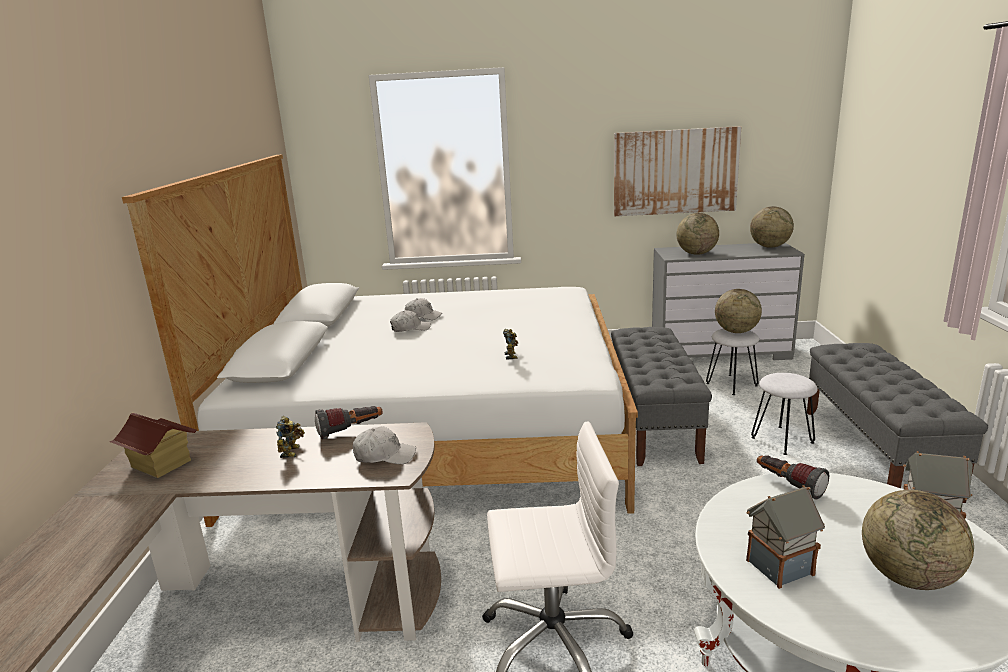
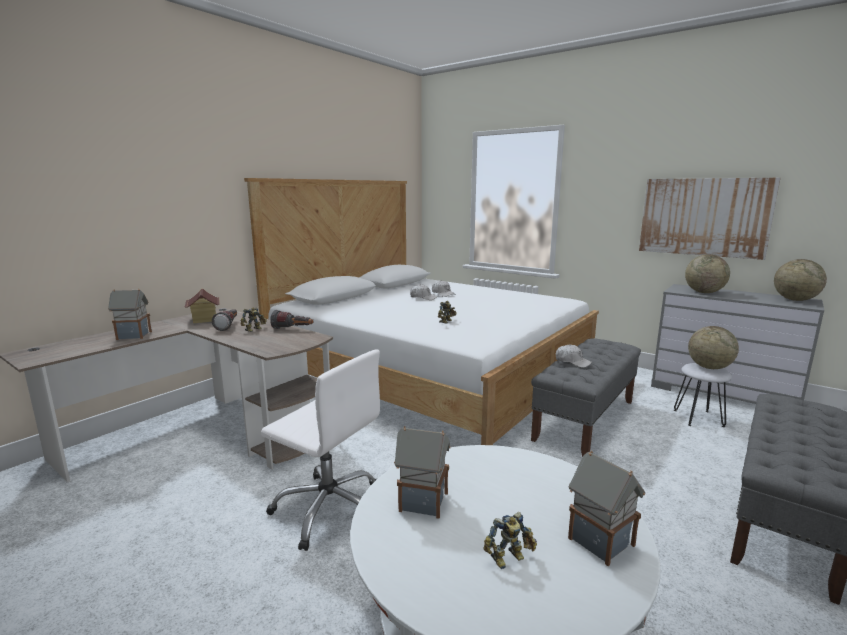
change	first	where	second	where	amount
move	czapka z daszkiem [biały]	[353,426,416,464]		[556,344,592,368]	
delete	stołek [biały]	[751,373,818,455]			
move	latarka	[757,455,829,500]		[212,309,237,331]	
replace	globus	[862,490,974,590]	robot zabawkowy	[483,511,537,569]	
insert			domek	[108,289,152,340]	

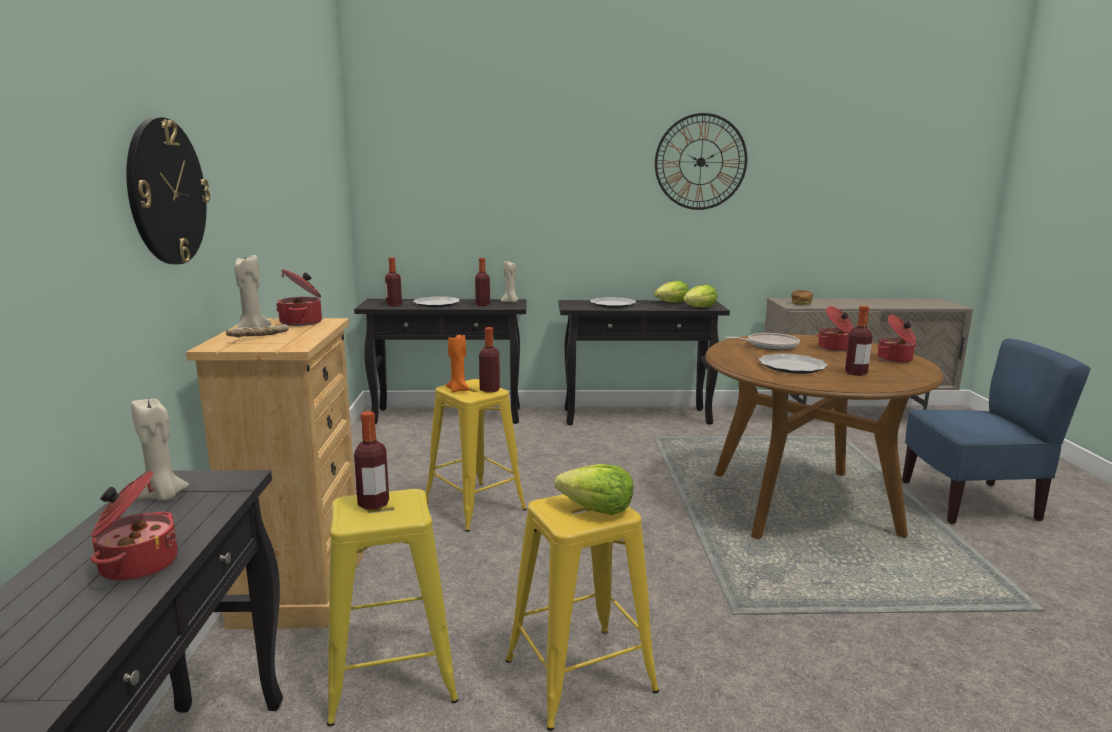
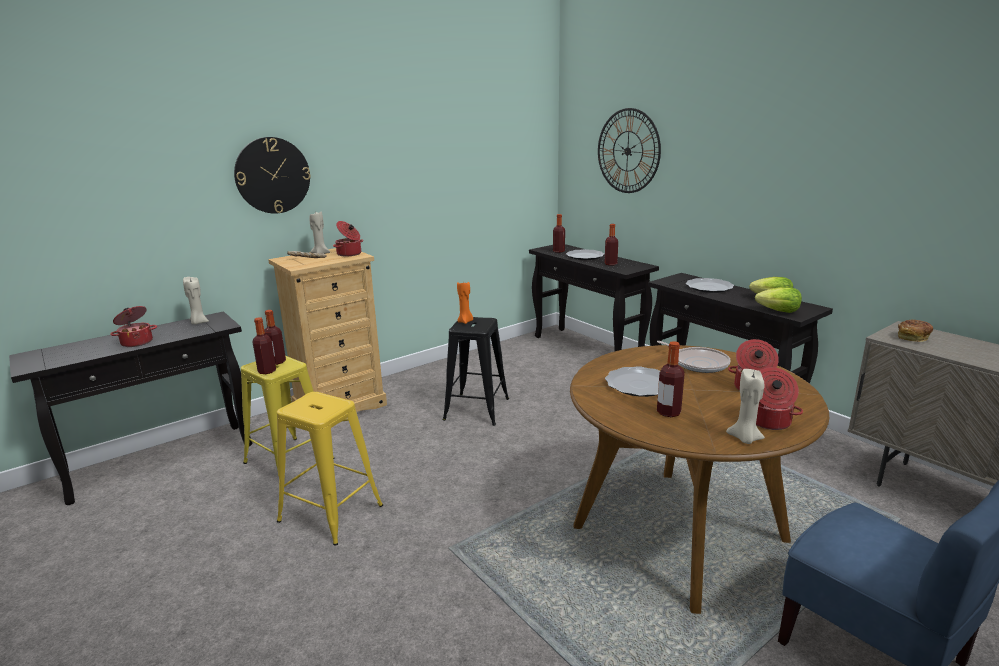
change	first	where	second	where	amount
recolor	stołek [żółty]	[426,379,527,532]	stołek [czarny]	[443,317,509,426]	
move	butelka	[479,327,500,393]		[252,317,276,374]	
move	świeca [beżowy]	[501,261,519,302]		[726,369,765,444]	
delete	sałata	[555,464,633,515]			
move	zegar ścienny	[655,113,747,210]		[598,108,661,193]	

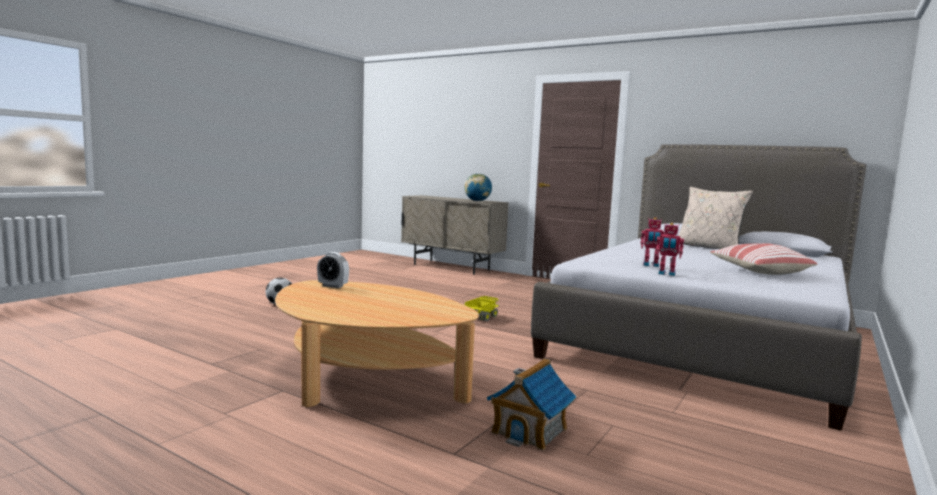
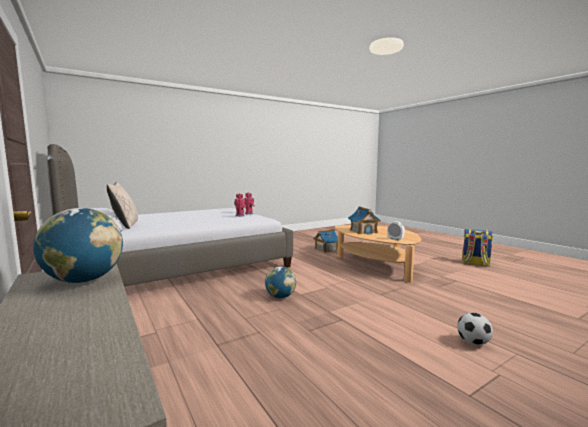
change	first	where	second	where	amount
replace	ciężarówka zabawkowa	[465,296,499,321]	globus	[265,266,296,298]	
delete	poduszka	[710,243,817,275]			
insert			domek	[348,206,381,234]	
insert			plecak	[462,229,493,267]	

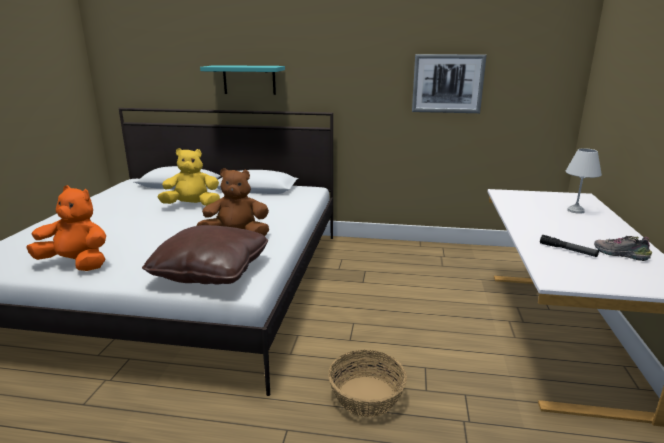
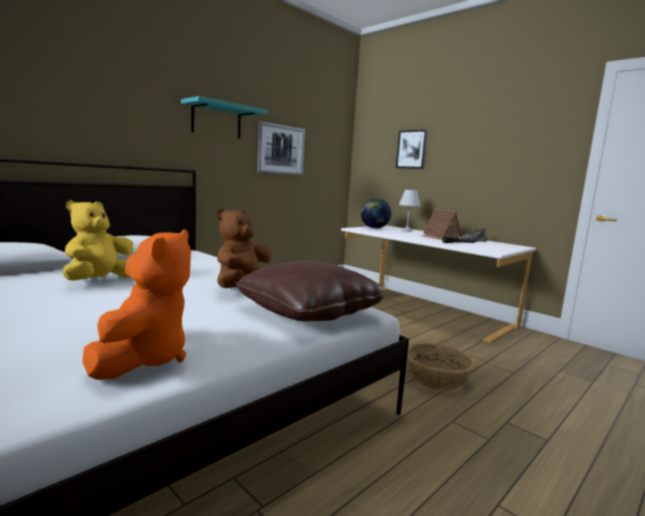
change	first	where	second	where	amount
rotate	pluszak [pomarańczowy]	[26,185,106,271]		[82,229,191,380]	135 degrees clockwise
move	półka [turkusowy]	[200,65,285,95]		[181,96,268,139]	
insert			globus	[361,198,391,229]	
insert			obraz	[396,129,428,169]	
insert			domek	[421,209,461,240]	

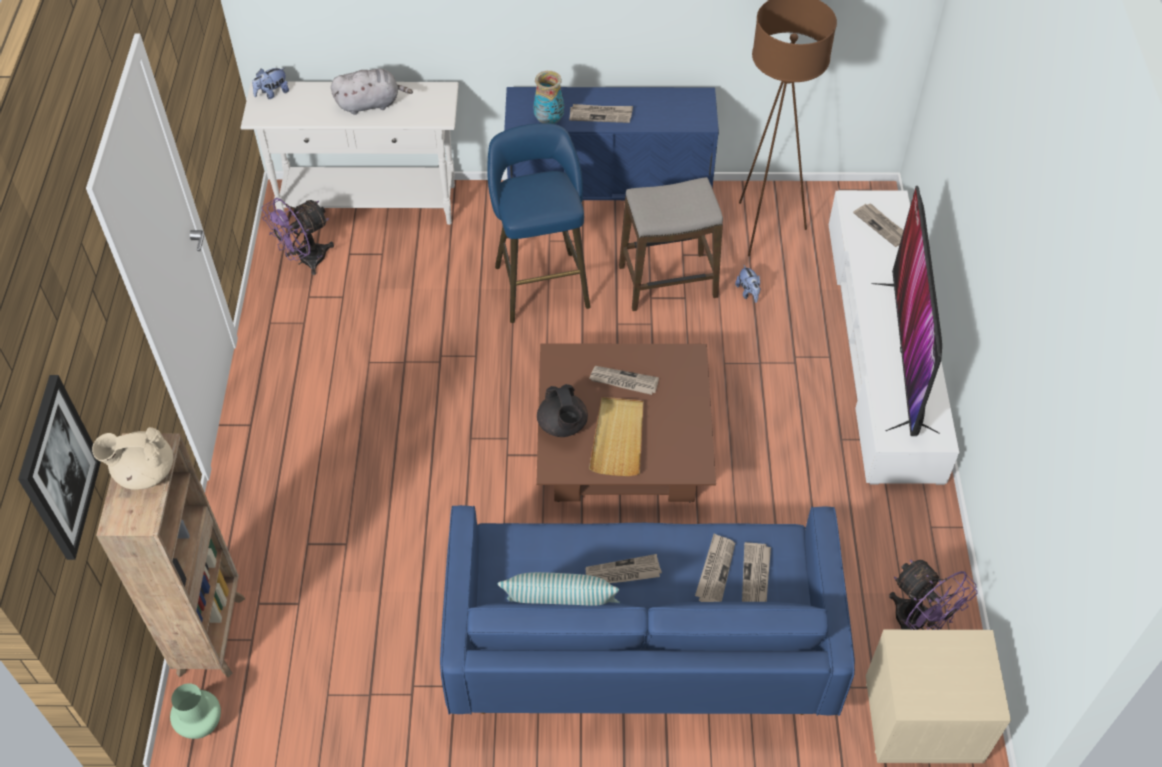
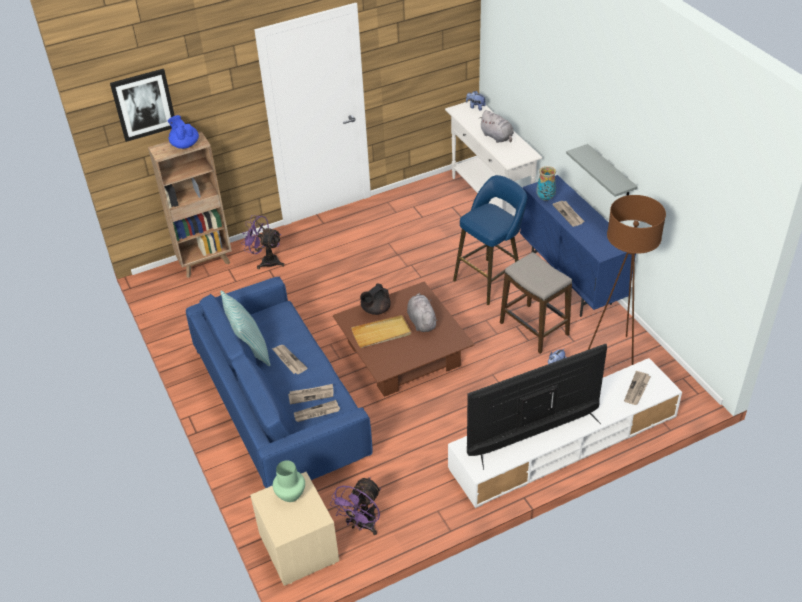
change	first	where	second	where	amount
recolor	imbryk [beżowy]	[92,427,173,490]	imbryk [niebieski]	[168,115,199,149]	
move	wazon [zielony]	[170,683,221,739]		[273,460,305,502]	
move	wentylator [fioletowy]	[261,198,334,275]		[241,215,284,269]	
replace	gazeta	[589,366,659,395]	pluszak [szary]	[407,293,437,332]	
insert			półka [szary]	[566,144,638,197]	

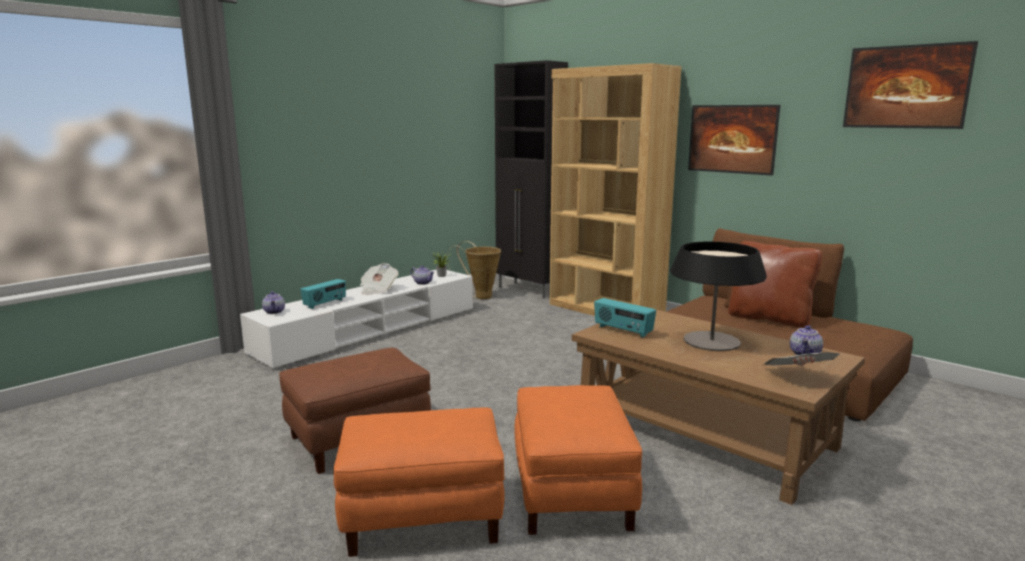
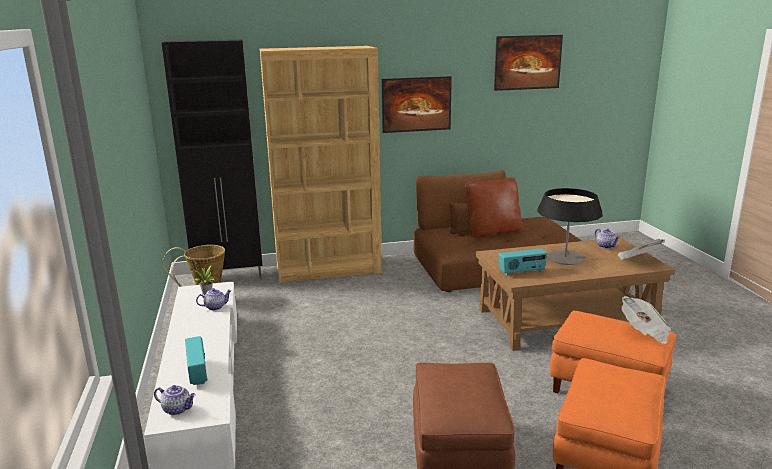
change	first	where	second	where	amount
move	gazeta	[360,263,399,295]		[621,296,671,344]	

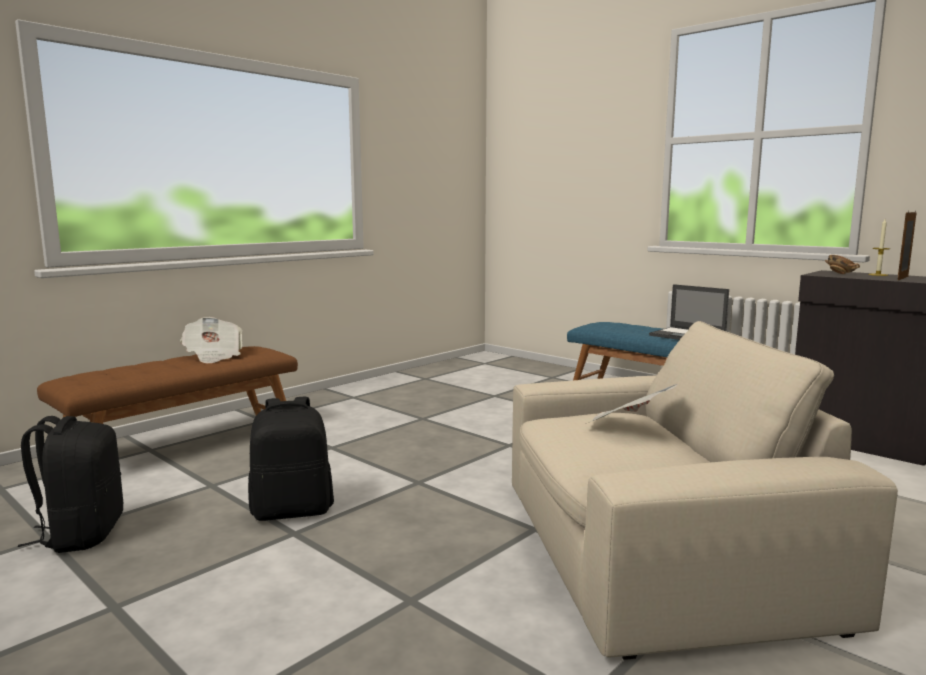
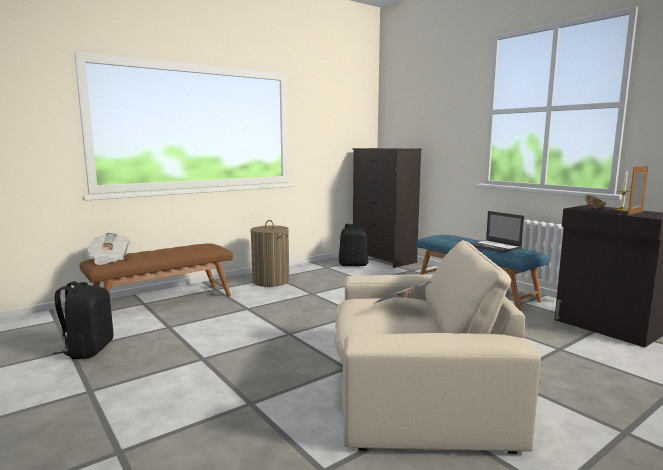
change	first	where	second	where	amount
move	gazeta	[180,317,242,363]		[87,233,130,265]	
move	plecak [czarny]	[248,396,334,521]		[339,224,369,266]	
insert			kosz na pranie	[250,220,289,287]	
insert			komoda [czarny]	[353,148,422,268]	

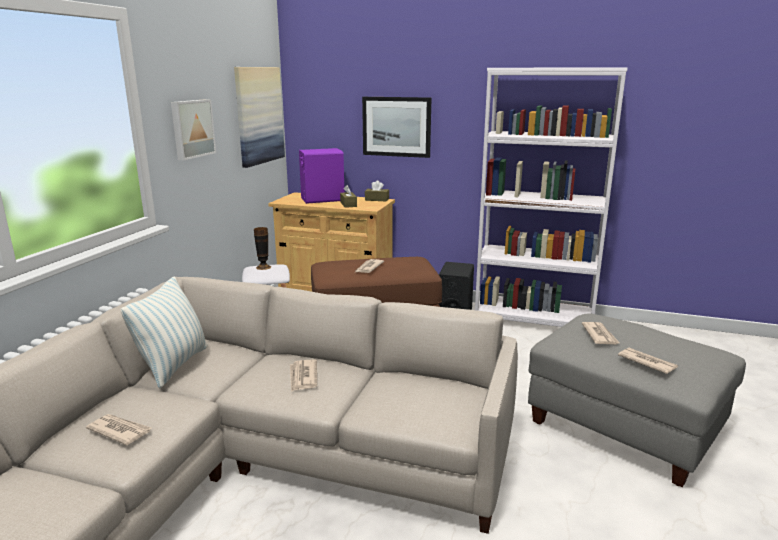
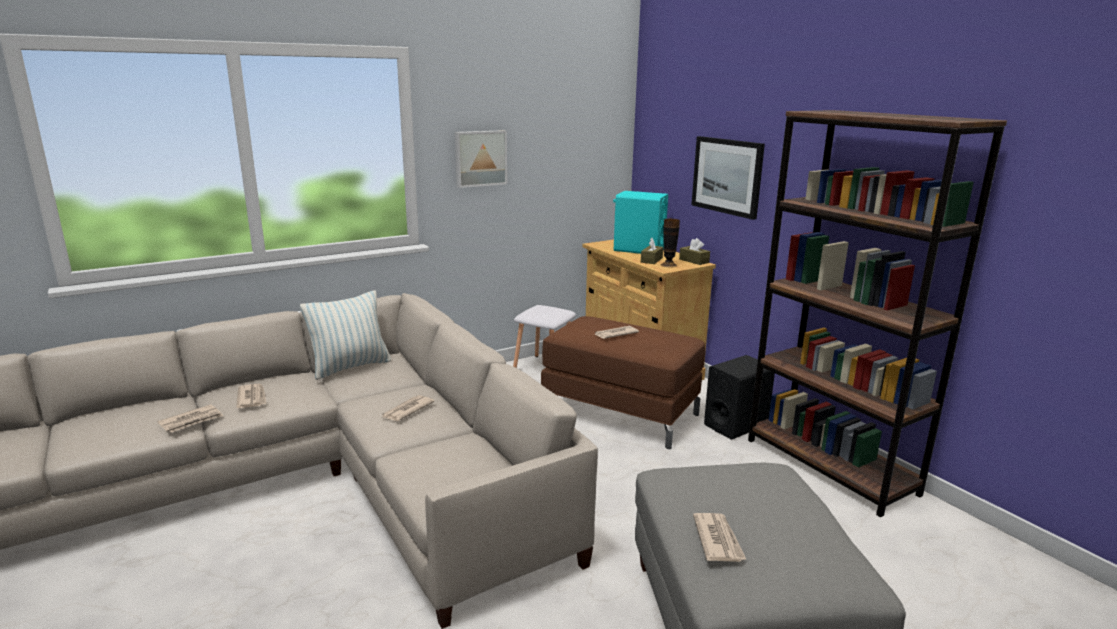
change	first	where	second	where	amount
delete	obraz	[234,67,285,168]			
move	wazon	[254,227,271,270]		[660,219,680,267]	
recolor	głośnik [fioletowy]	[299,148,344,204]	głośnik [turkusowy]	[613,191,668,254]	
recolor	regał [biały]	[475,68,627,327]	regał [brązowy]	[748,110,1007,517]	
move	gazeta	[582,322,620,344]		[157,404,223,433]	

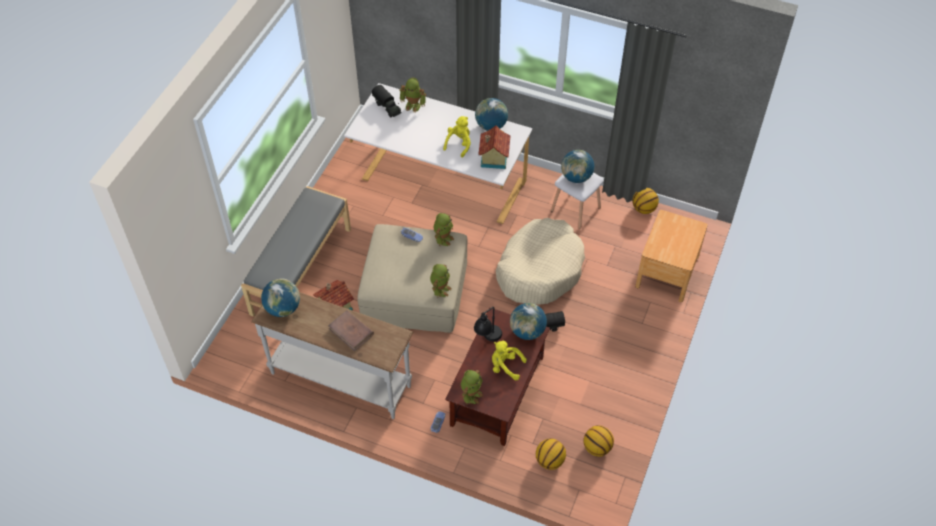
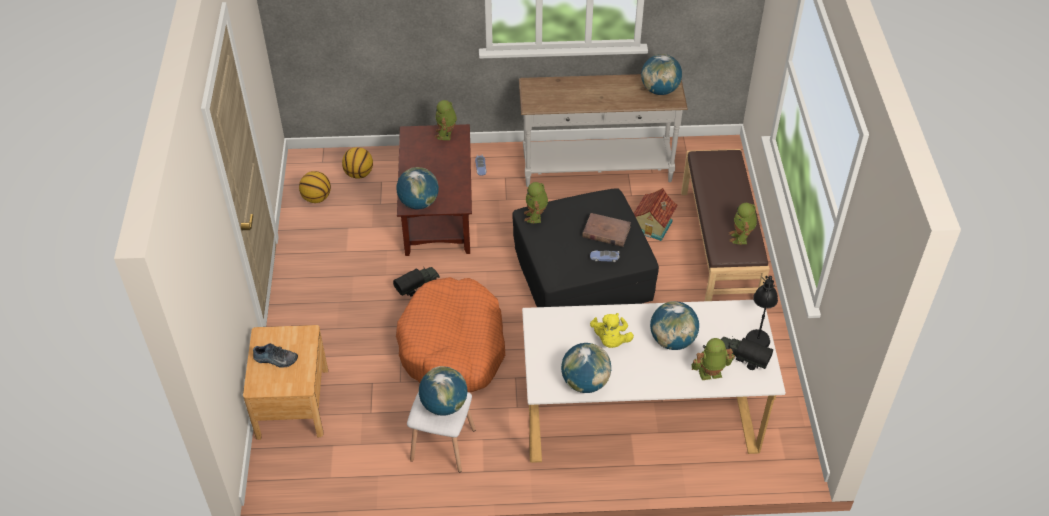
change	first	where	second	where	amount
recolor	ławka [szary]	[241,186,351,317]	ławka [brązowy]	[681,149,770,301]	
move	książka [brązowy]	[328,310,374,351]		[582,213,631,247]	
recolor	pufa [beżowy]	[357,224,467,333]	pufa [czarny]	[512,188,659,307]	
move	robot zabawkowy	[434,213,454,246]		[729,203,757,245]	
move	lampa stołowa [czarny]	[474,307,502,341]		[746,276,778,347]	
delete	domek	[478,125,511,169]			
delete	pluszak [żółty]	[492,341,527,381]			
recolor	legowisko [beżowy]	[495,218,585,305]	legowisko [pomarańczowy]	[396,277,505,392]	
delete	piłka do koszykówki	[632,188,659,214]			
insert			but	[253,343,298,368]	
insert			globus	[650,301,699,350]	

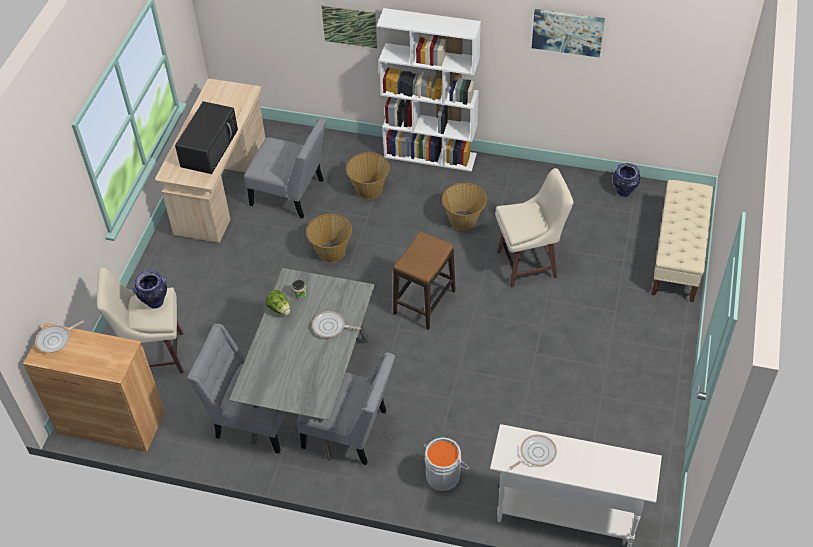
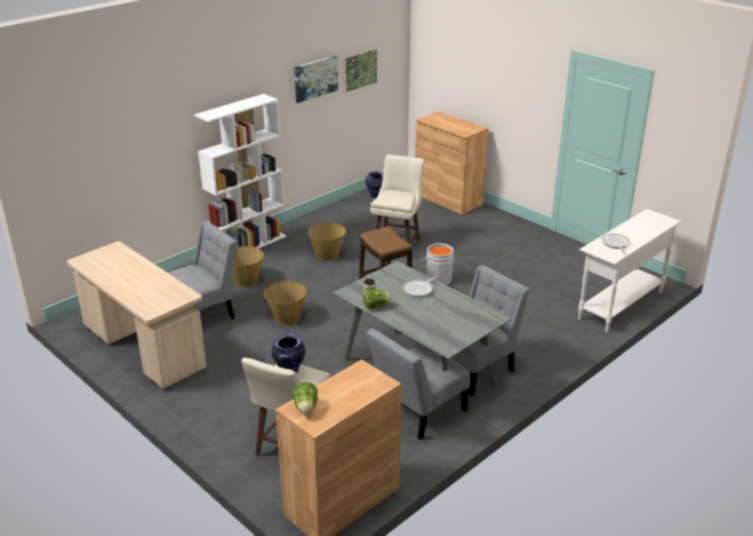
change	first	where	second	where	amount
replace	patelnia	[35,320,84,353]	sałata	[293,382,318,414]	
delete	mikrofalówka [czarny]	[175,101,238,174]			
move	obraz	[321,5,377,48]		[345,49,377,92]	
move	wiadro [szary]	[424,437,469,491]		[420,243,455,285]	
replace	ławka [beżowy]	[651,180,713,302]	szafka [brązowy]	[415,111,489,215]	

